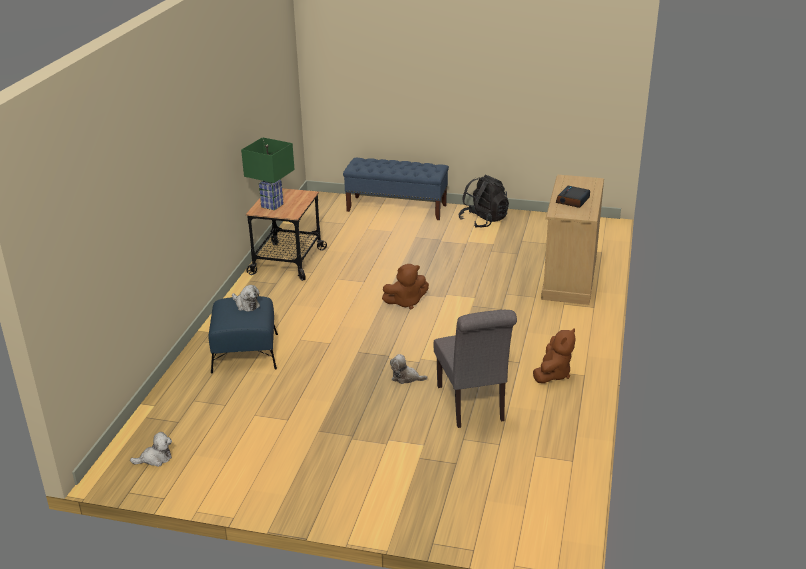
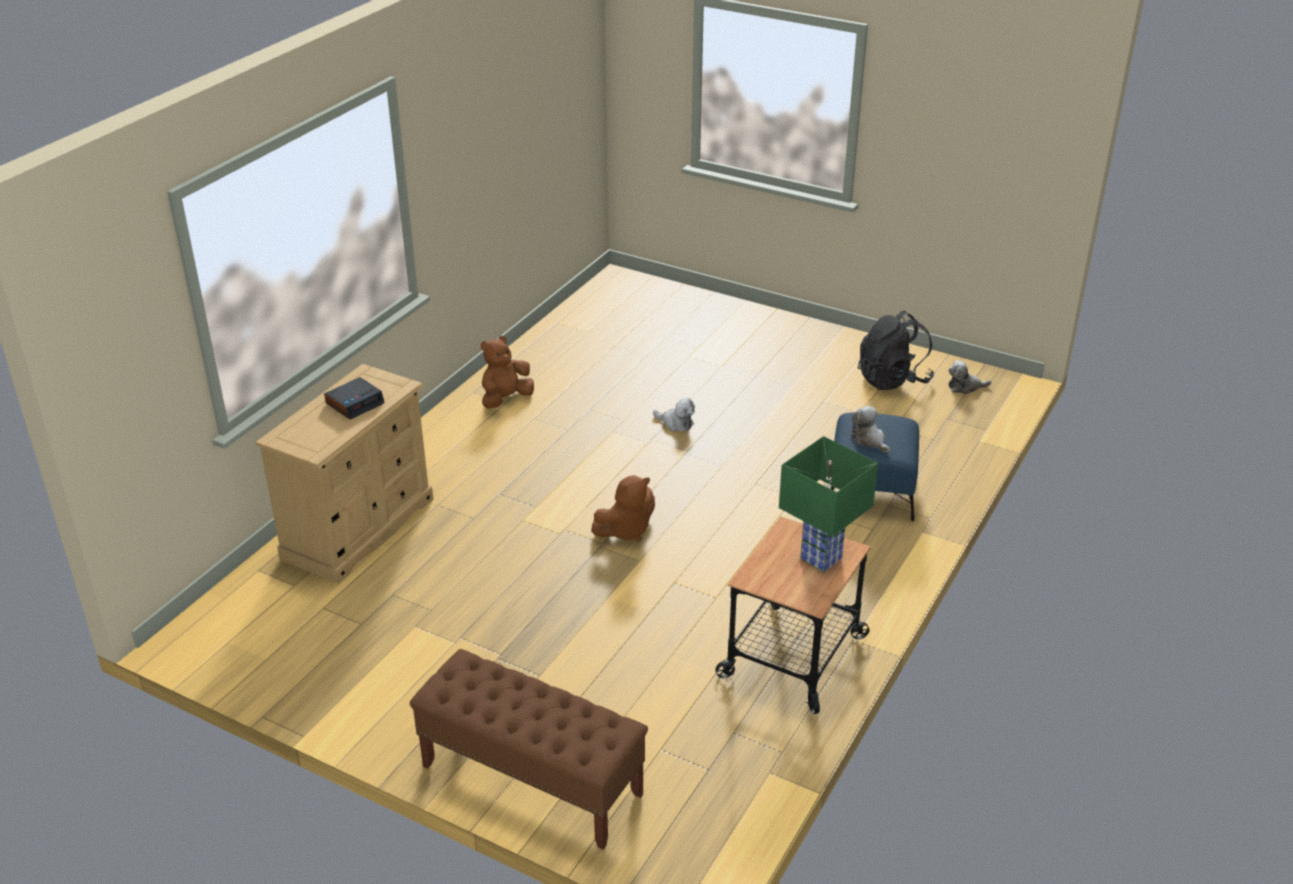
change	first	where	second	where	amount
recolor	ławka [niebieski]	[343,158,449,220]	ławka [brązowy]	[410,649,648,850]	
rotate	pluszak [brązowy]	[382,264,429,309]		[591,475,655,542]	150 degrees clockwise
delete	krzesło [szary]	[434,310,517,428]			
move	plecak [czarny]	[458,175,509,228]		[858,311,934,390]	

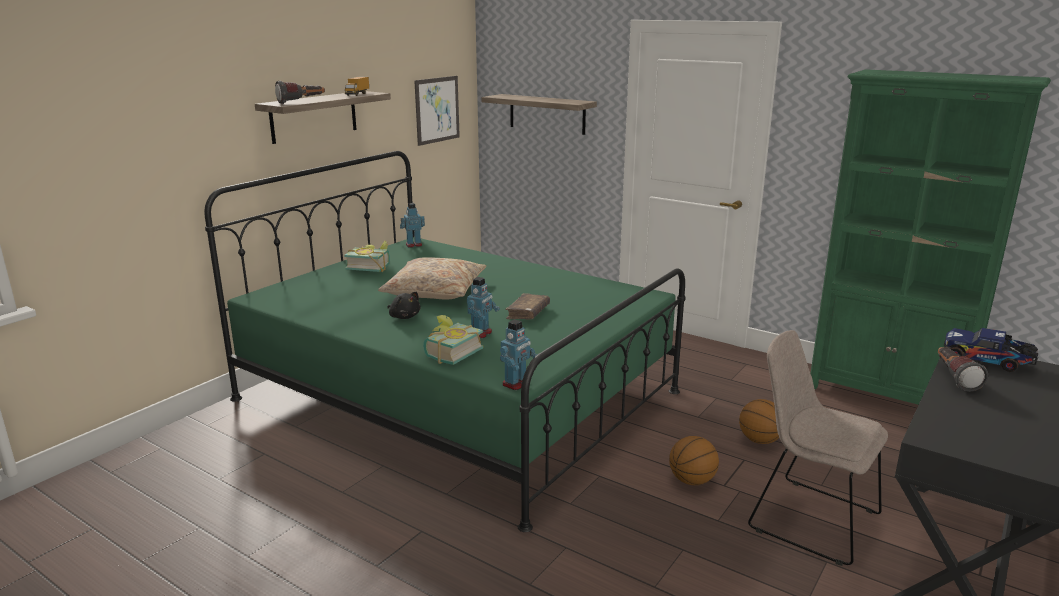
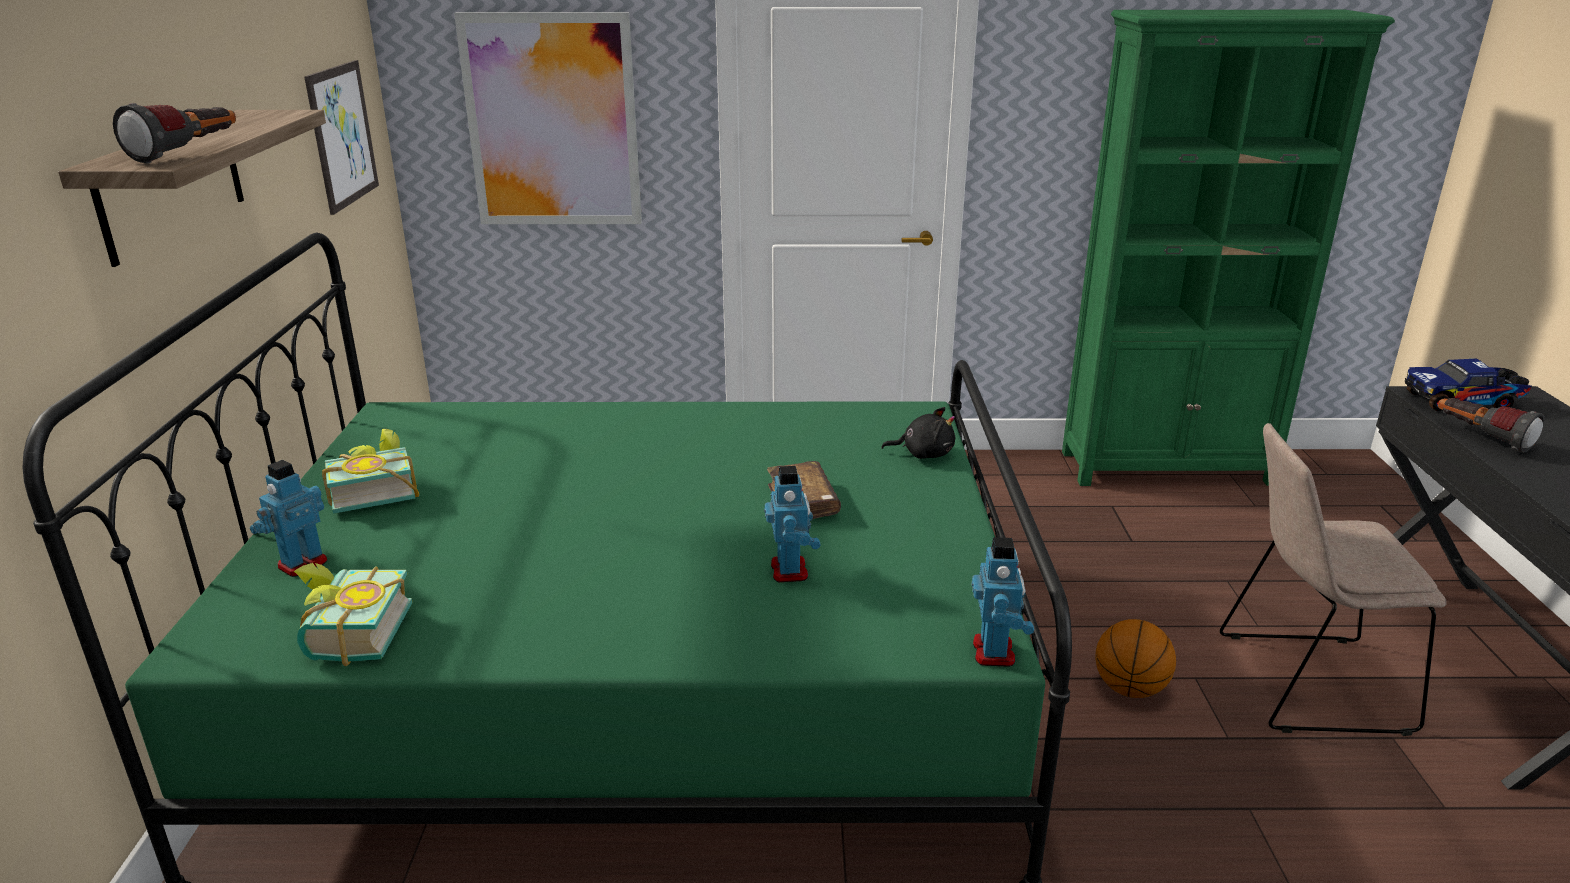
change	first	where	second	where	amount
delete	ciężarówka zabawkowa	[345,77,369,96]			
delete	poduszka [beżowy]	[378,257,486,299]			
move	pluszak [czarny]	[388,292,421,319]		[881,407,955,459]	
move	robot zabawkowy	[400,203,425,247]		[250,460,327,577]	
move	książka	[423,315,483,365]		[294,563,413,666]	
replace	półka	[481,94,597,135]	obraz	[454,12,642,224]	
delete	piłka do koszykówki	[739,399,779,444]			

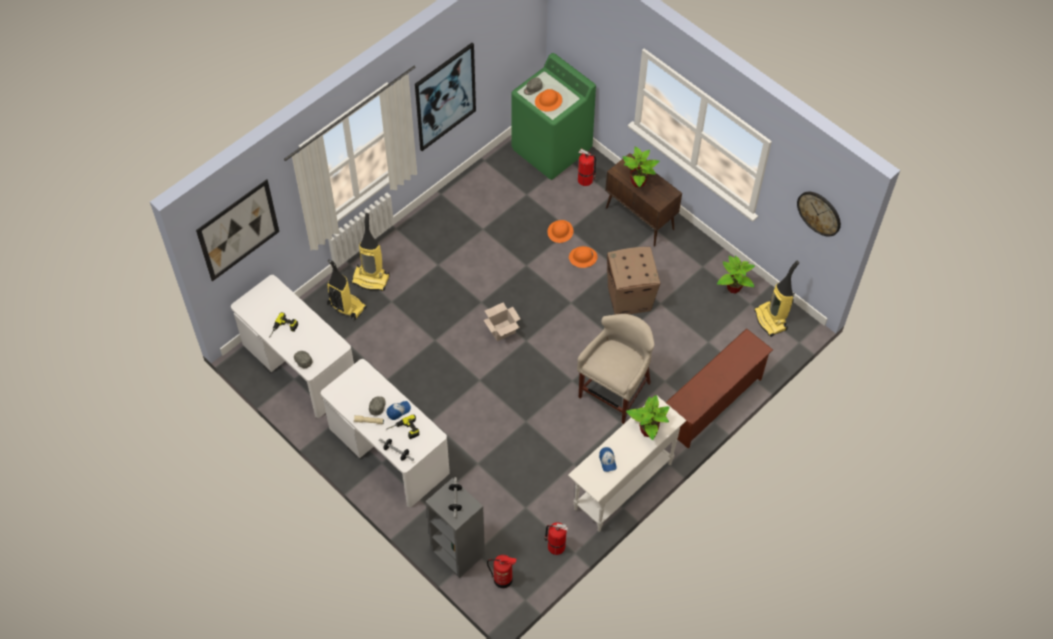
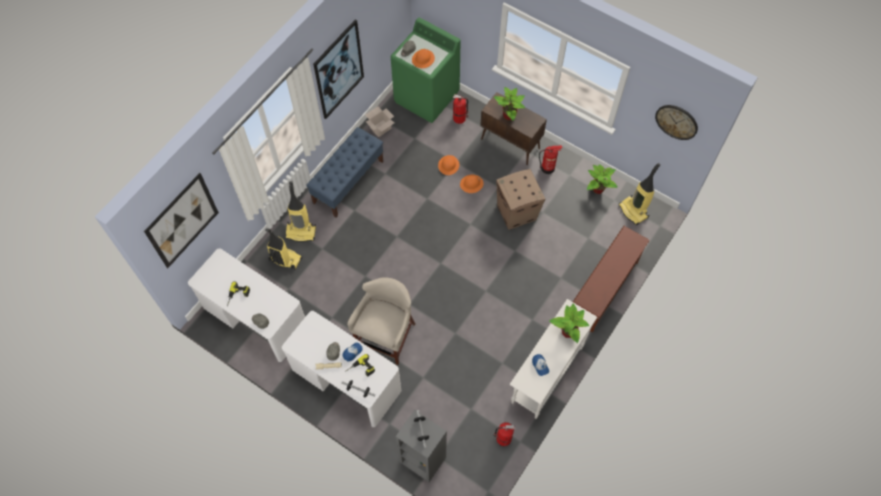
change	first	where	second	where	amount
move	karton	[484,303,521,341]		[366,107,394,137]	
move	gaśnica	[487,555,516,588]		[539,145,562,174]	
move	stołek [beżowy]	[577,314,655,424]		[347,277,416,365]	
insert			ławka [niebieski]	[306,127,383,217]	

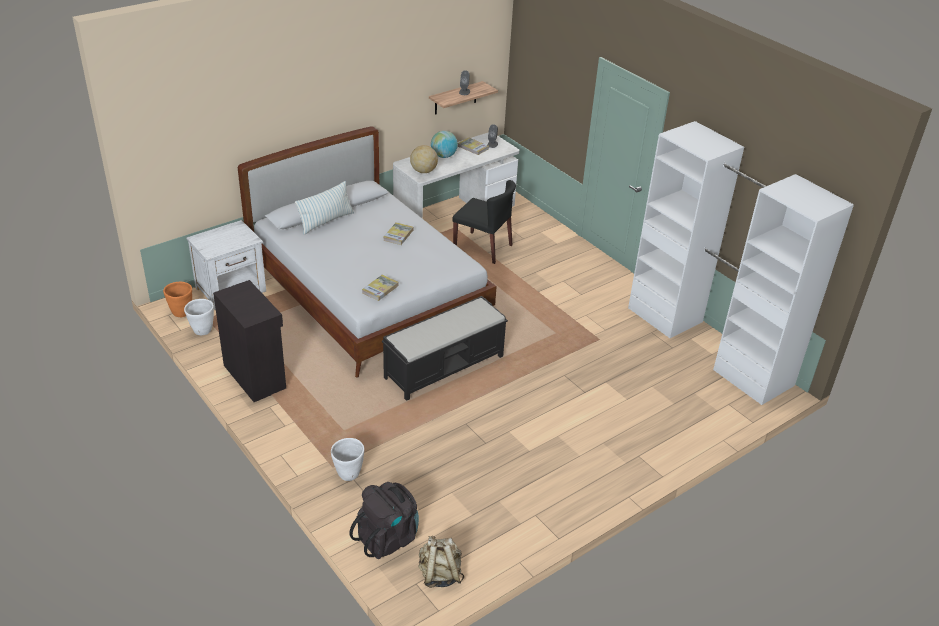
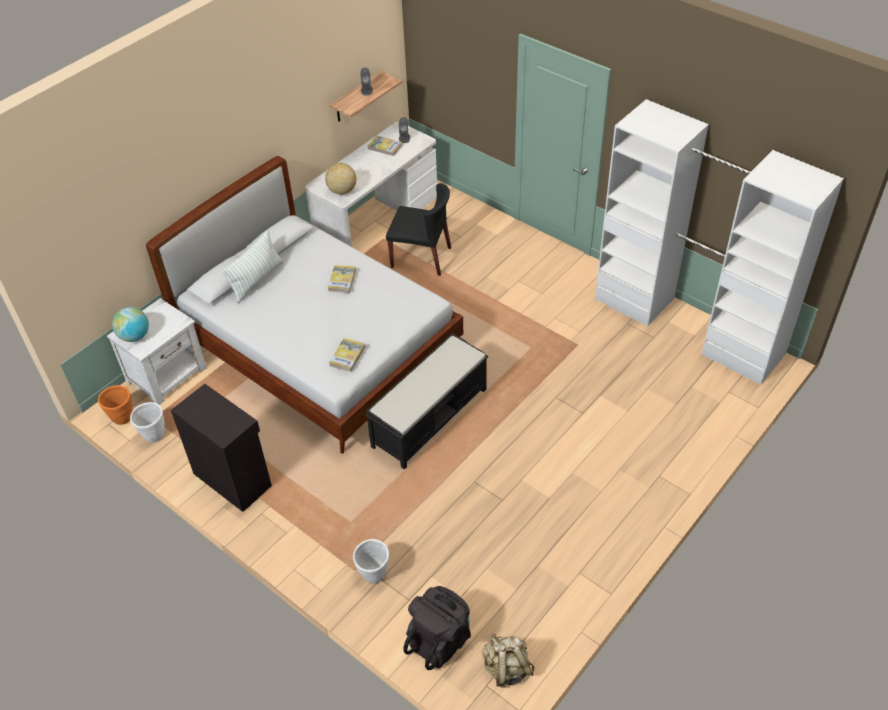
change	first	where	second	where	amount
move	globus	[431,131,458,158]		[112,307,149,342]	

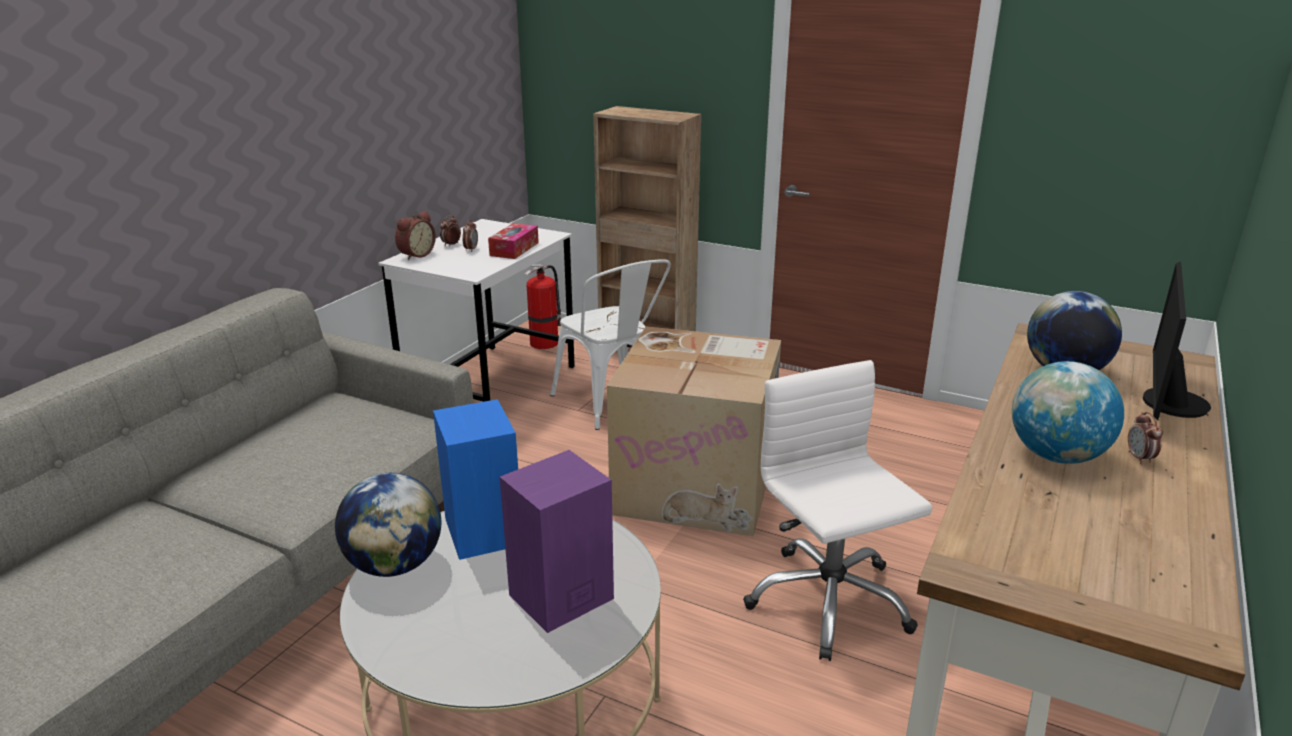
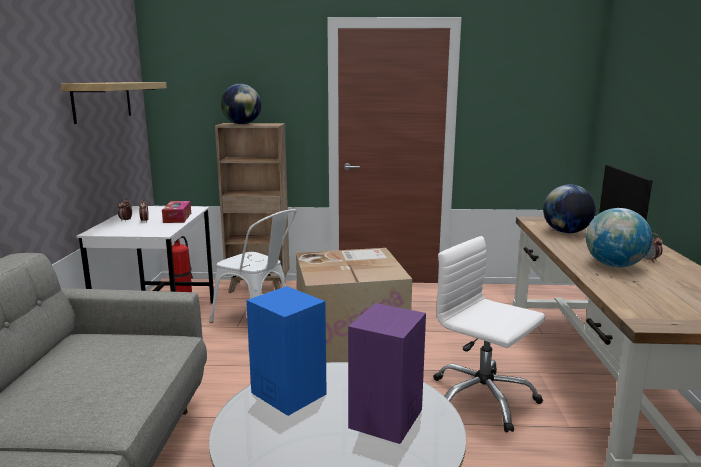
change	first	where	second	where	amount
move	globus	[335,473,441,577]		[221,84,261,124]	
delete	budzik	[395,211,436,260]			
insert			półka	[61,82,167,124]	

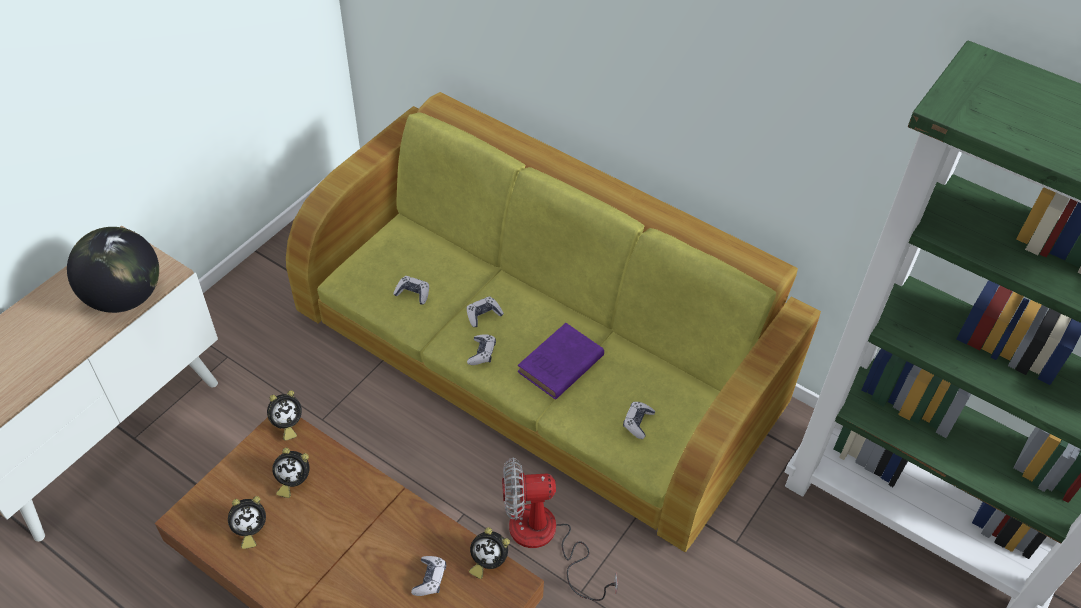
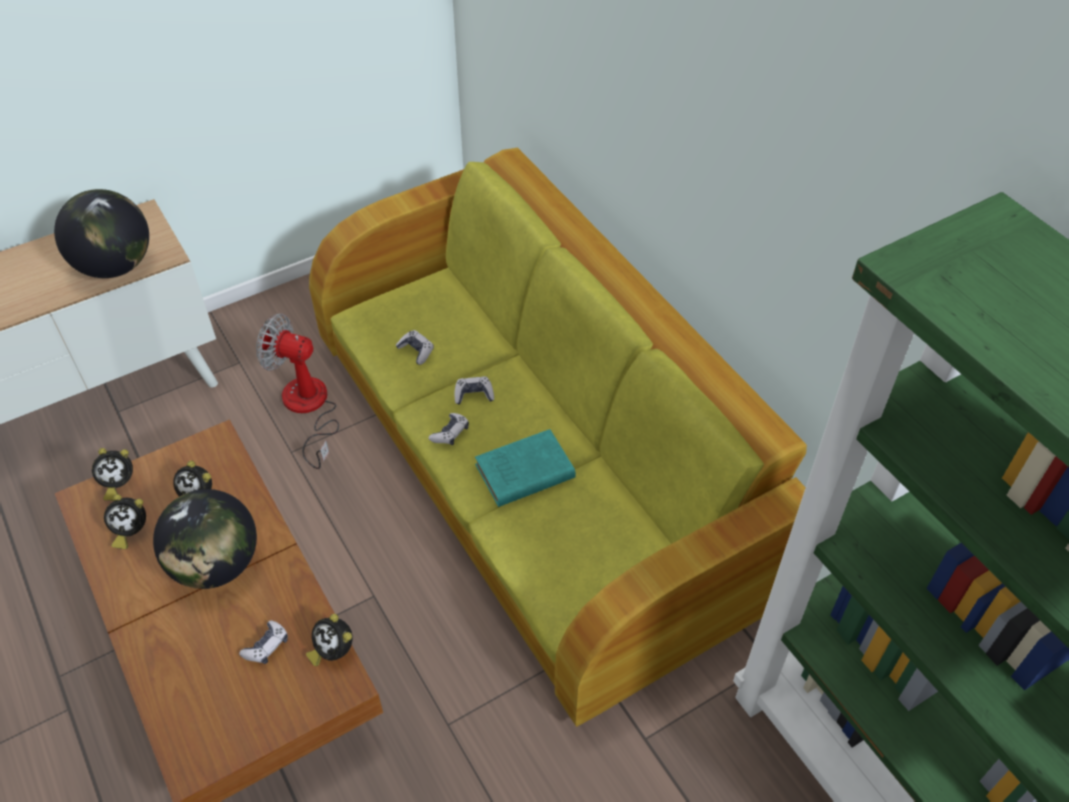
change	first	where	second	where	amount
move	budzik	[267,390,302,441]		[92,448,133,501]	
move	wentylator	[502,458,618,601]		[256,314,339,469]	
recolor	książka [fioletowy]	[517,323,604,400]	książka [turkusowy]	[475,429,576,507]	
delete	pad do gier	[623,402,655,439]			
insert			globus	[153,489,257,589]	

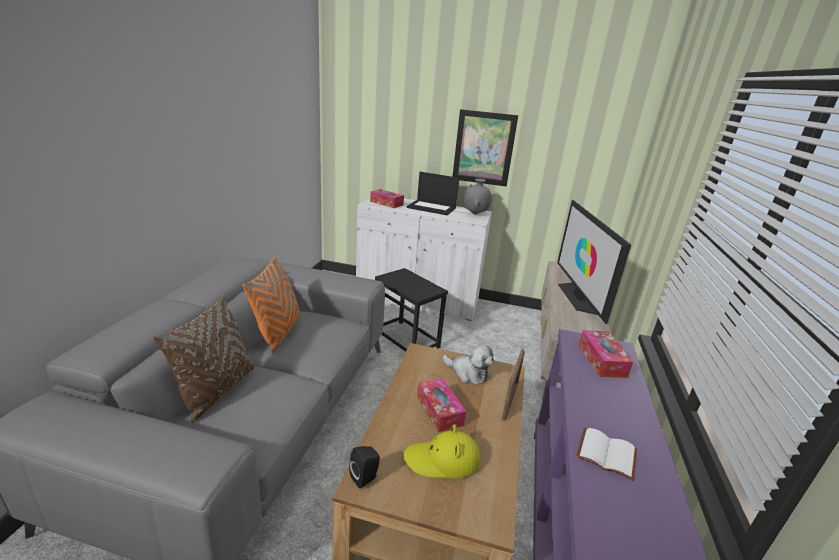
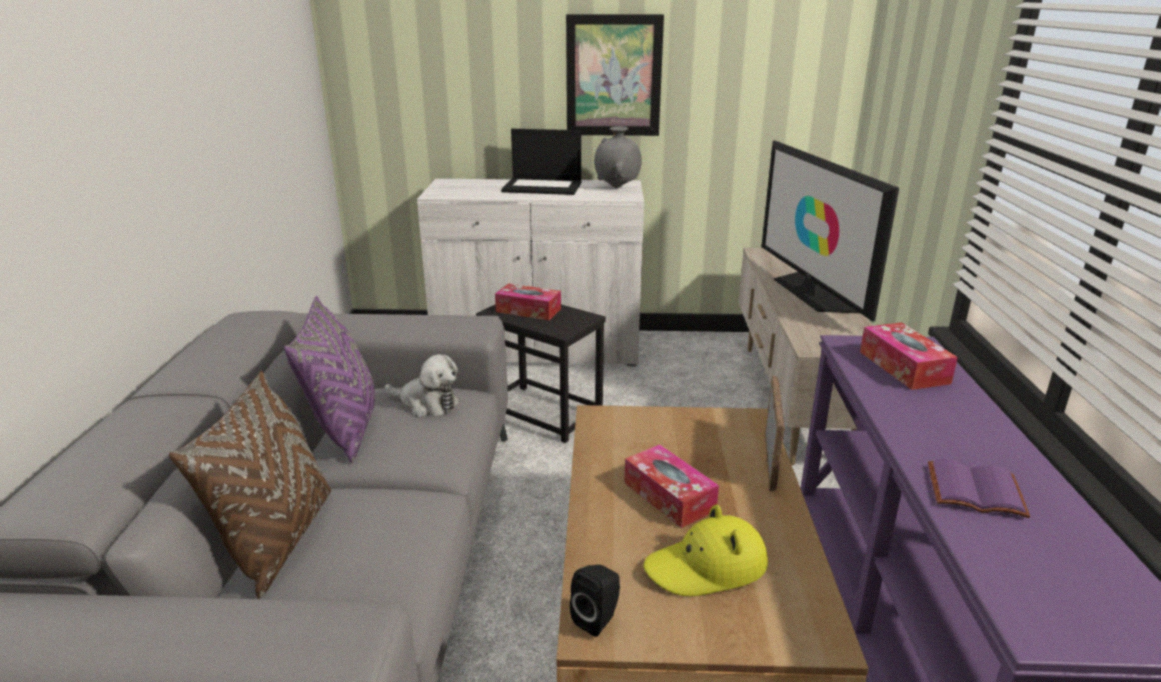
change	first	where	second	where	amount
recolor	poduszka [pomarańczowy]	[242,256,300,354]	poduszka [fioletowy]	[284,296,375,463]	
move	pudełko chusteczek	[370,189,404,208]		[495,283,561,320]	
move	pluszak	[443,344,494,384]		[385,354,459,417]	
recolor	książka [biały]	[576,428,637,481]	książka [fioletowy]	[928,459,1030,518]	

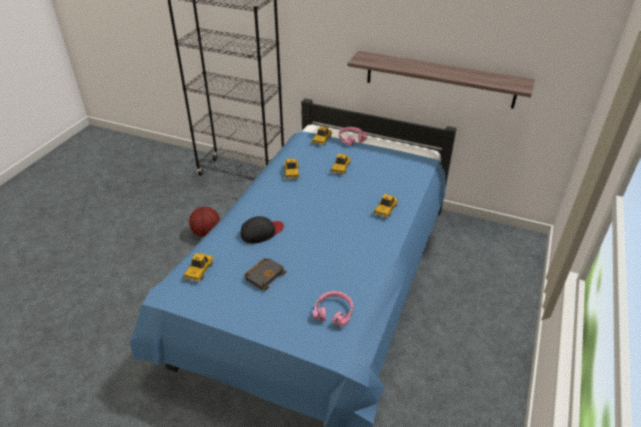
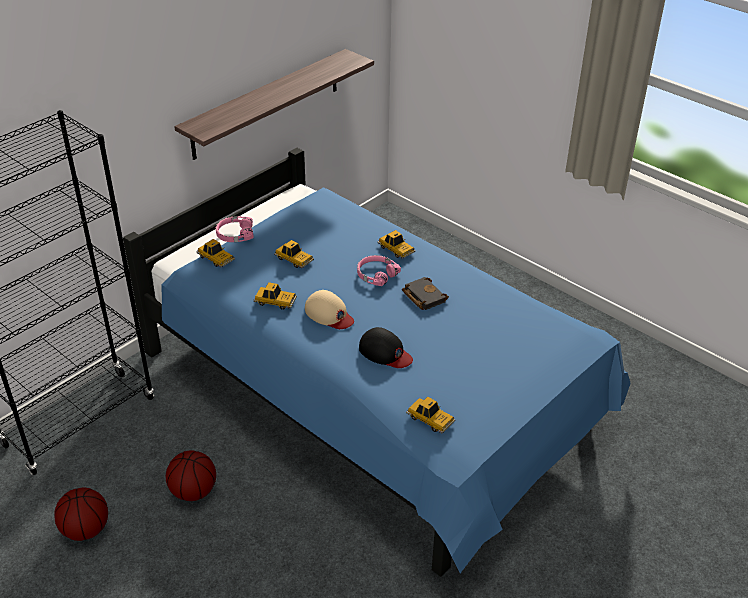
change	first	where	second	where	amount
rotate	czapka z daszkiem [czarny]	[241,216,284,244]		[359,327,413,368]	135 degrees clockwise
move	książka [czarny]	[244,258,287,290]		[402,277,449,310]	
move	słuchawki [różowy]	[313,291,353,327]		[357,255,401,286]	
insert			piłka do koszykówki	[54,488,108,541]	
insert			czapka z daszkiem [beżowy]	[305,290,354,329]	

